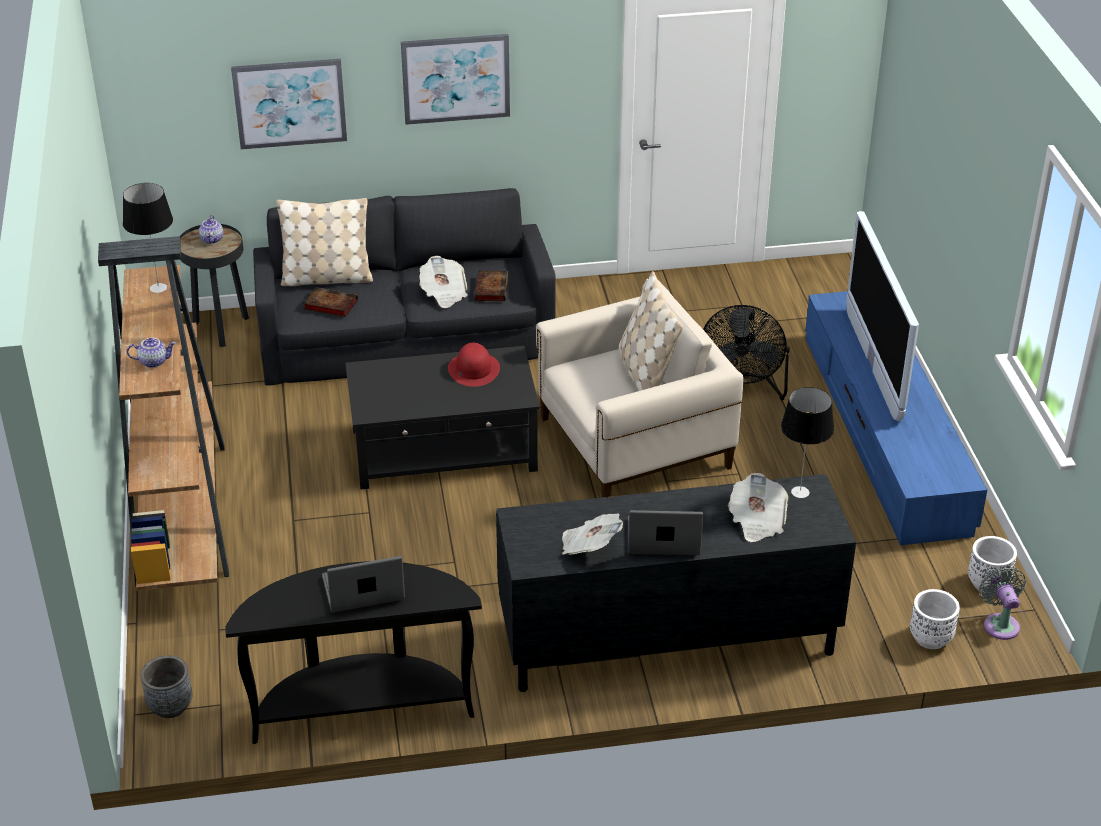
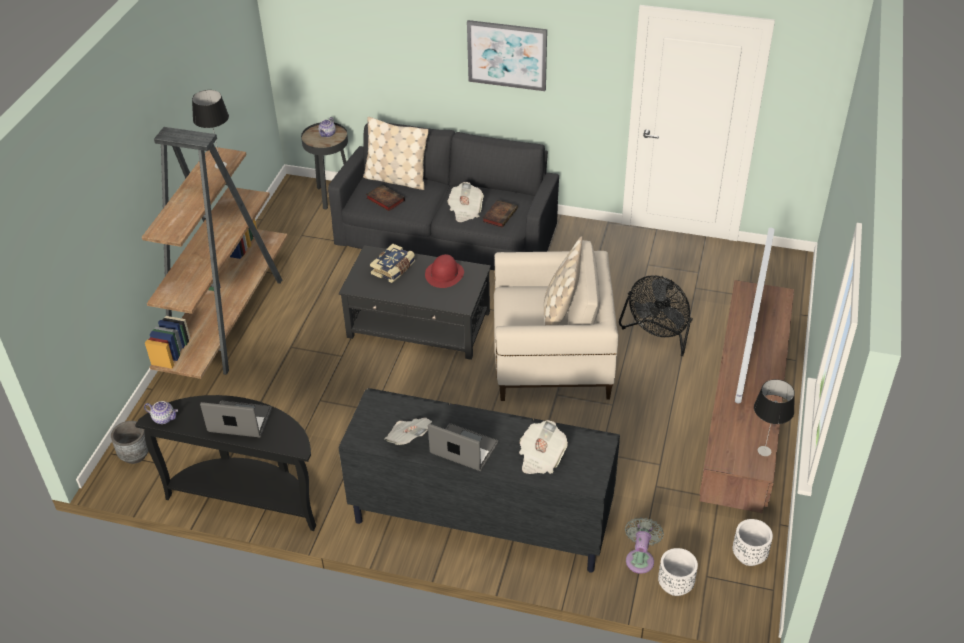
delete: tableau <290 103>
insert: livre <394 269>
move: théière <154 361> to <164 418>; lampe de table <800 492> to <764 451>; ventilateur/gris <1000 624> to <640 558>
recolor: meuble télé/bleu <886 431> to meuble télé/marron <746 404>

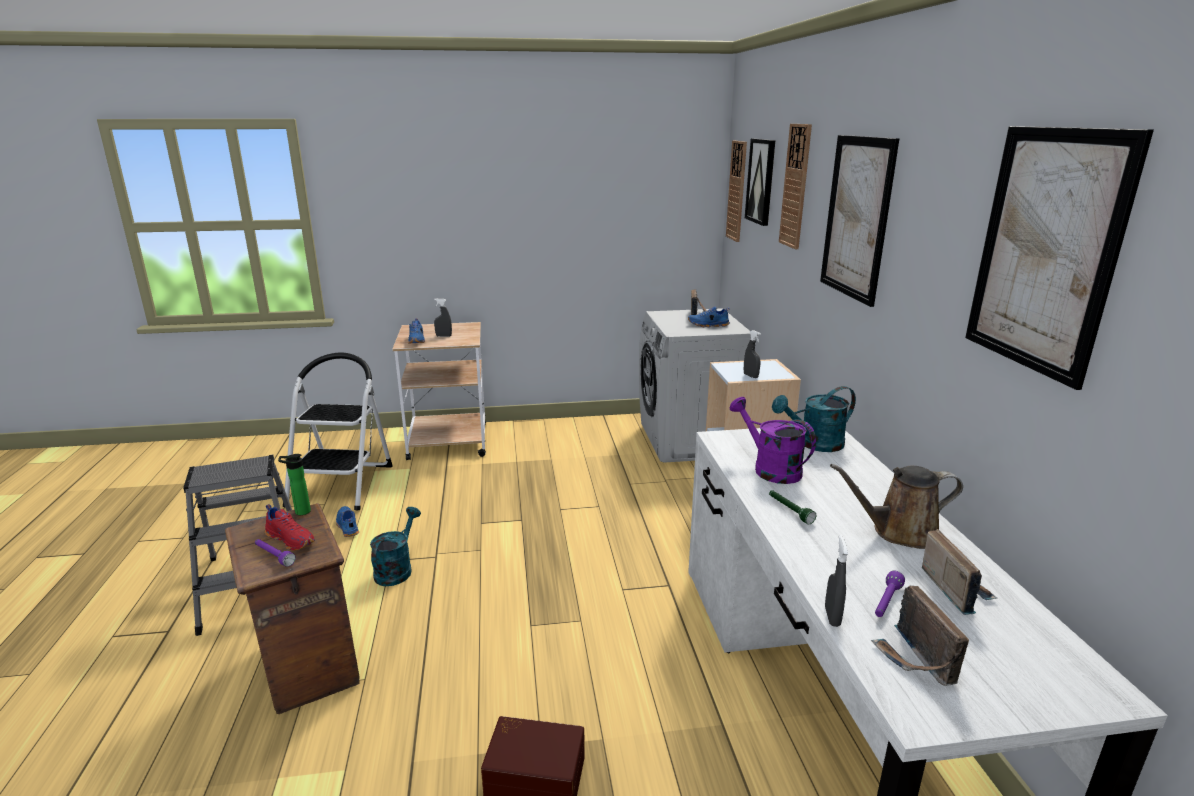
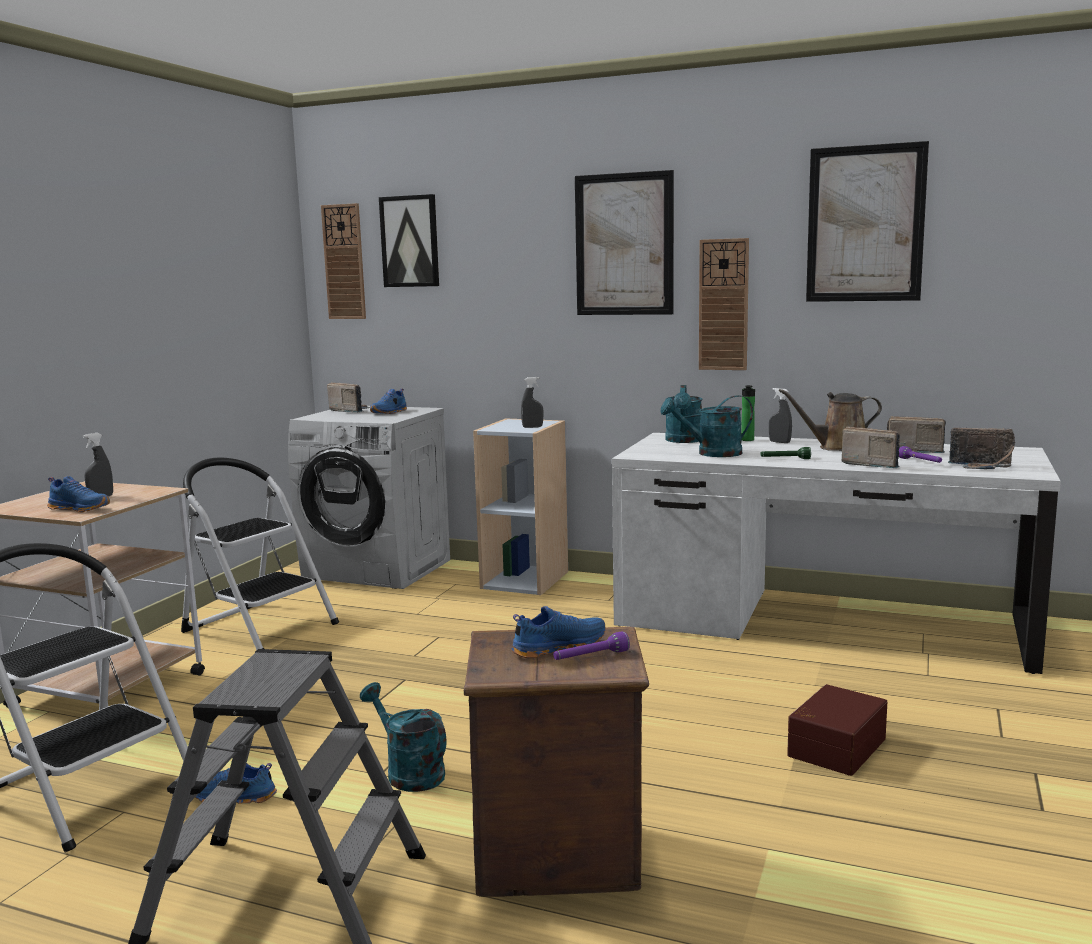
insert: escabeau <257 627>; radio <871 464>
move: bouteille <300 512> to <747 440>; horloge murale <796 186> to <723 305>; vaporisateur/gris <832 617> to <779 442>
recolor: chaussure/rouge <291 539> to chaussure/bleu <558 647>; arrosoir/violet <770 469> to arrosoir/turquoise <711 453>
rotate: arrosoir/marron <899 532> = <838 447> 60 degrees clockwise

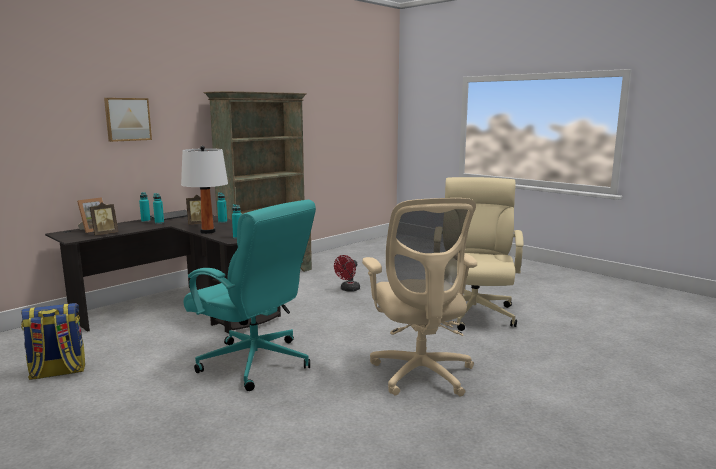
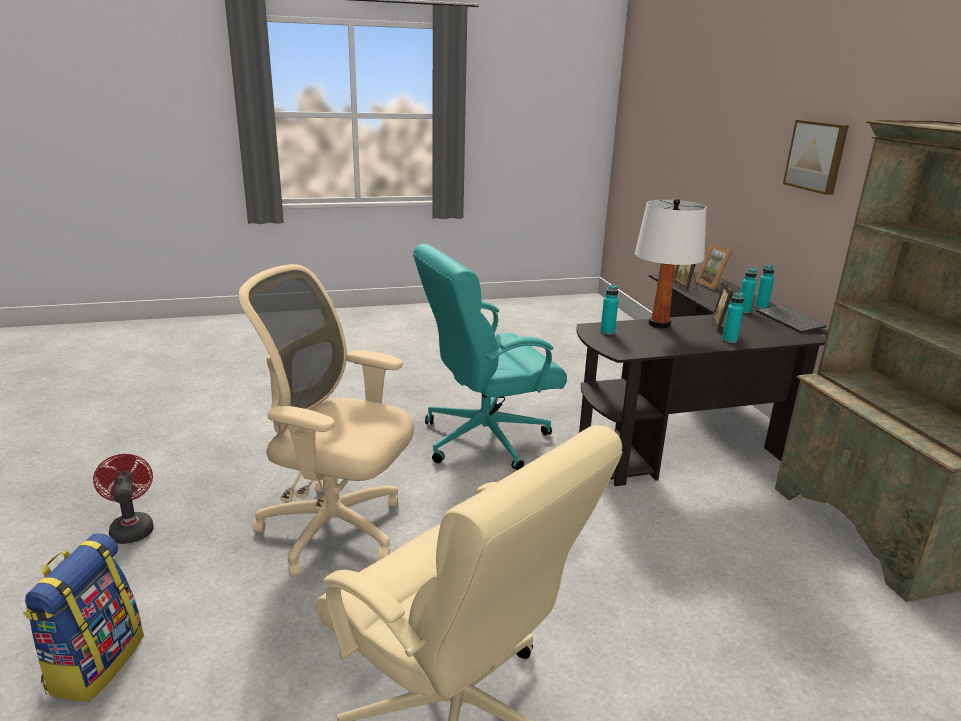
move: sac à dos <57 372> to <95 663>; ventilateur/rouge <348 289> to <131 527>

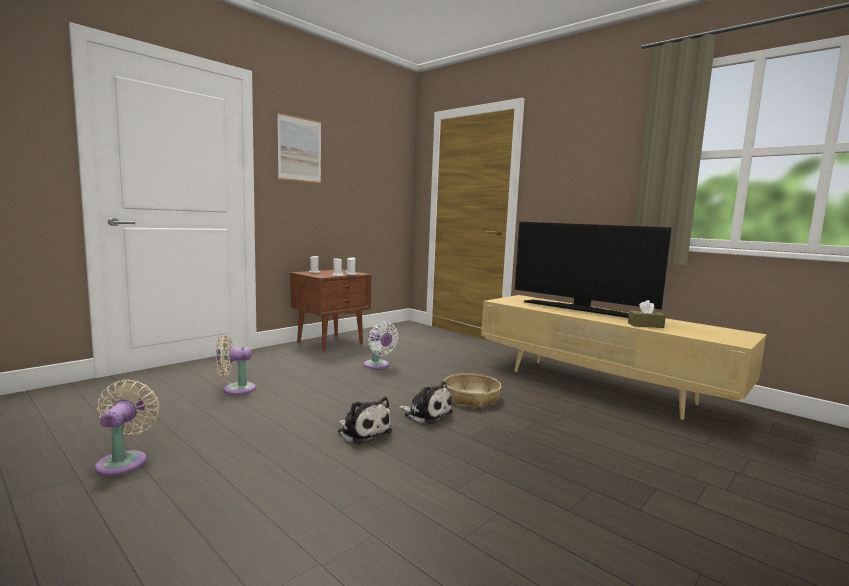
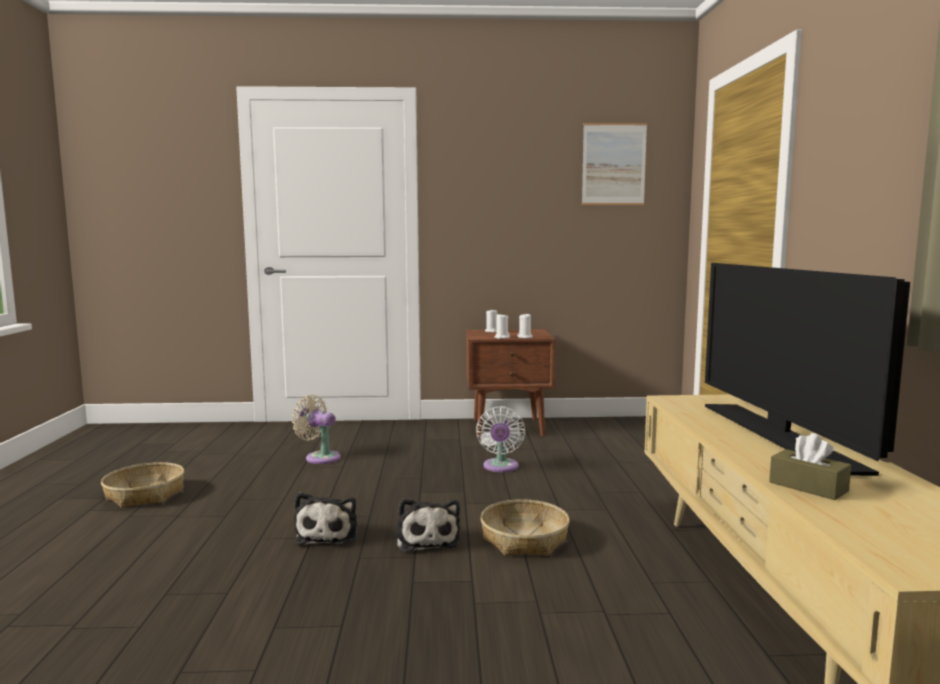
move: tableau <299 149> to <613 164>
replace: ventilateur/beige <124 461> to panier <144 494>

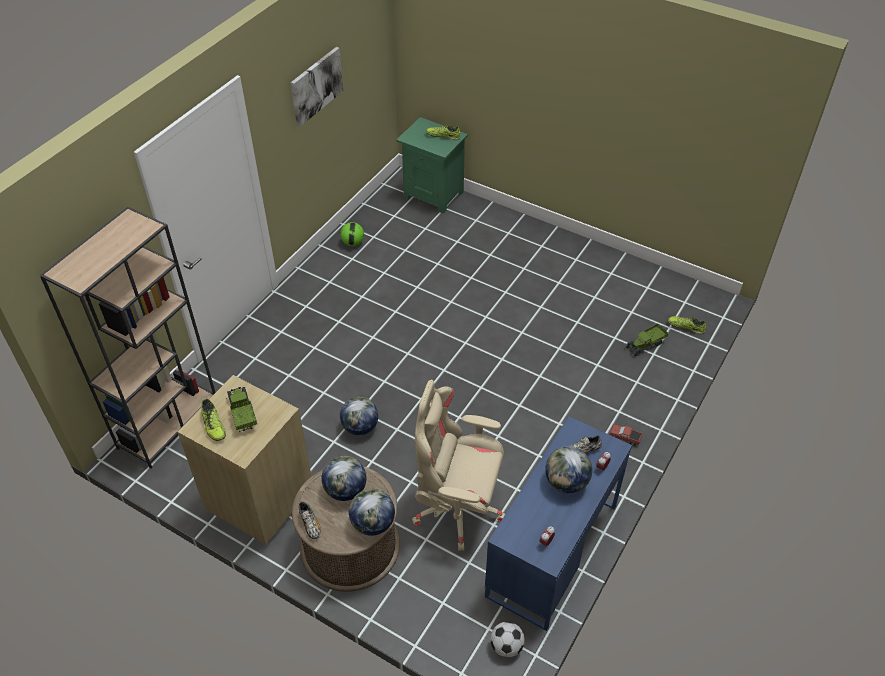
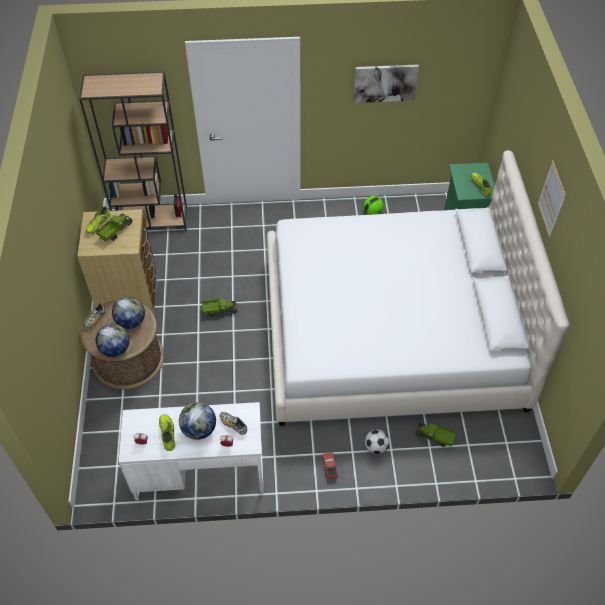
delete: chaise de bureau/beige <459 509>
insert: lit/blanc <391 331>; tableau <551 199>
move: ballon de foot <506 646> to <376 447>; chaussure <685 327> to <167 434>
replace: globe <360 427> to camion jouet <219 310>
recolor: bureau/bleu <552 550> to bureau/blanc <199 471>

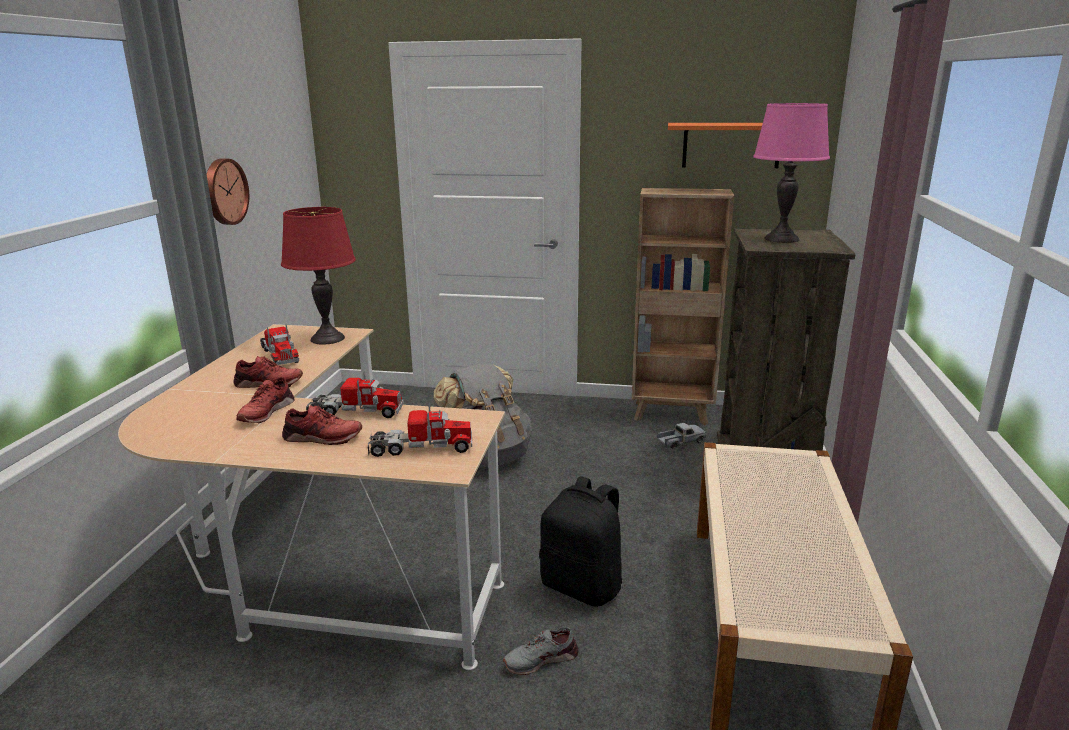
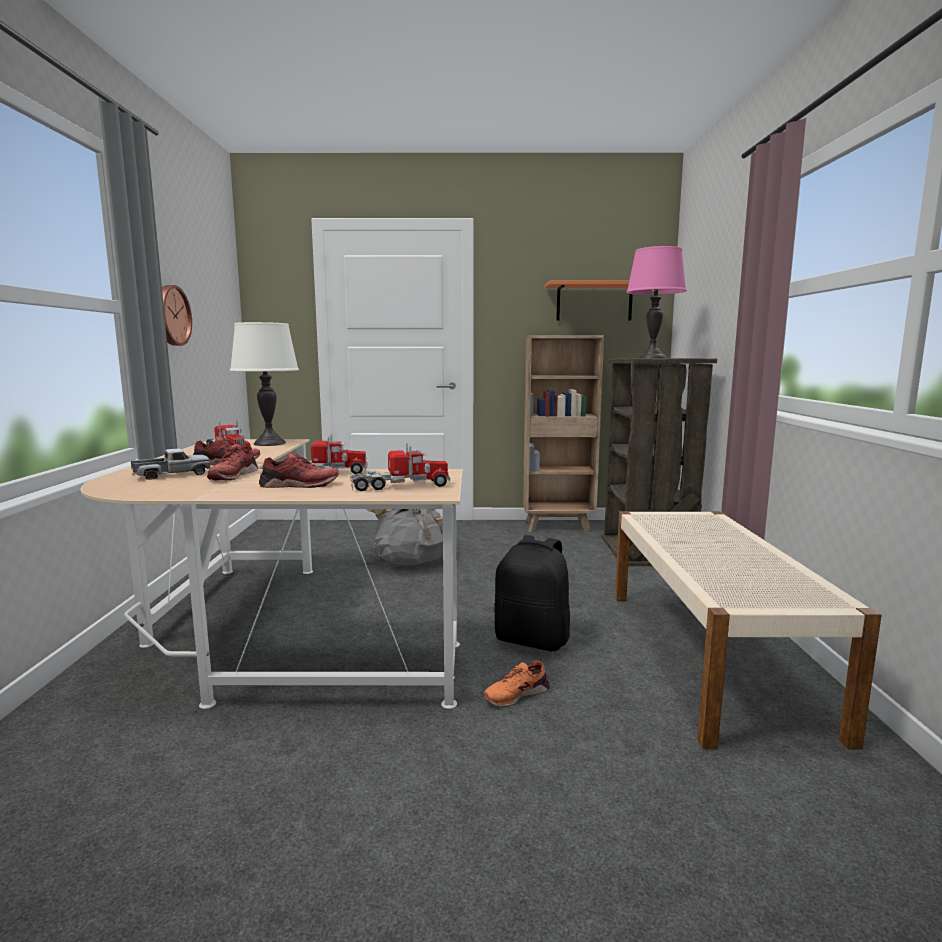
move: camion jouet <680 441> to <172 475>
recolor: lampe de table/rouge <327 339> to lampe de table/blanc <269 443>; chaussure/gris <540 659> to chaussure/orange <516 694>

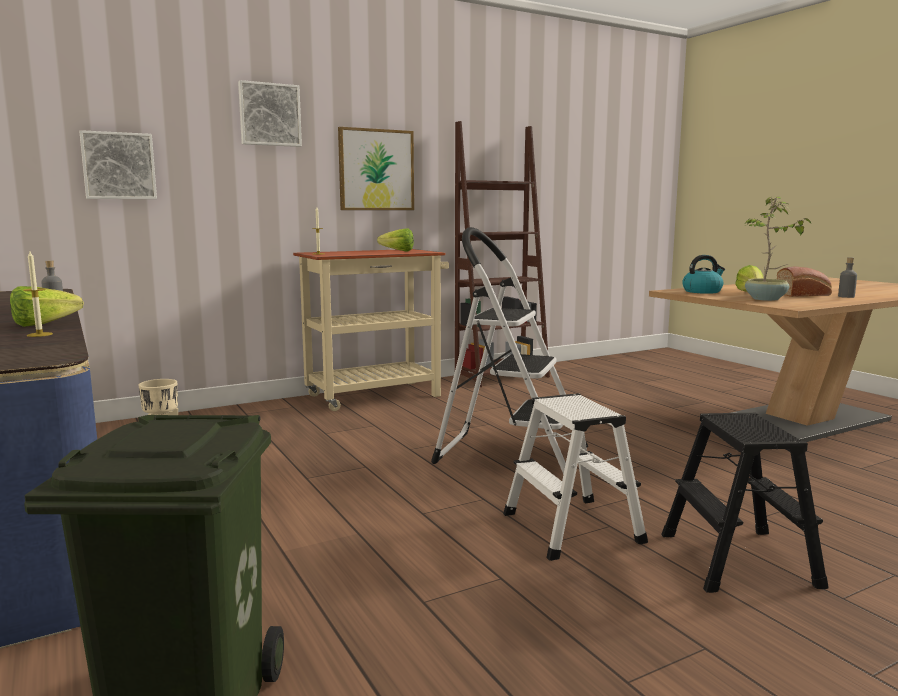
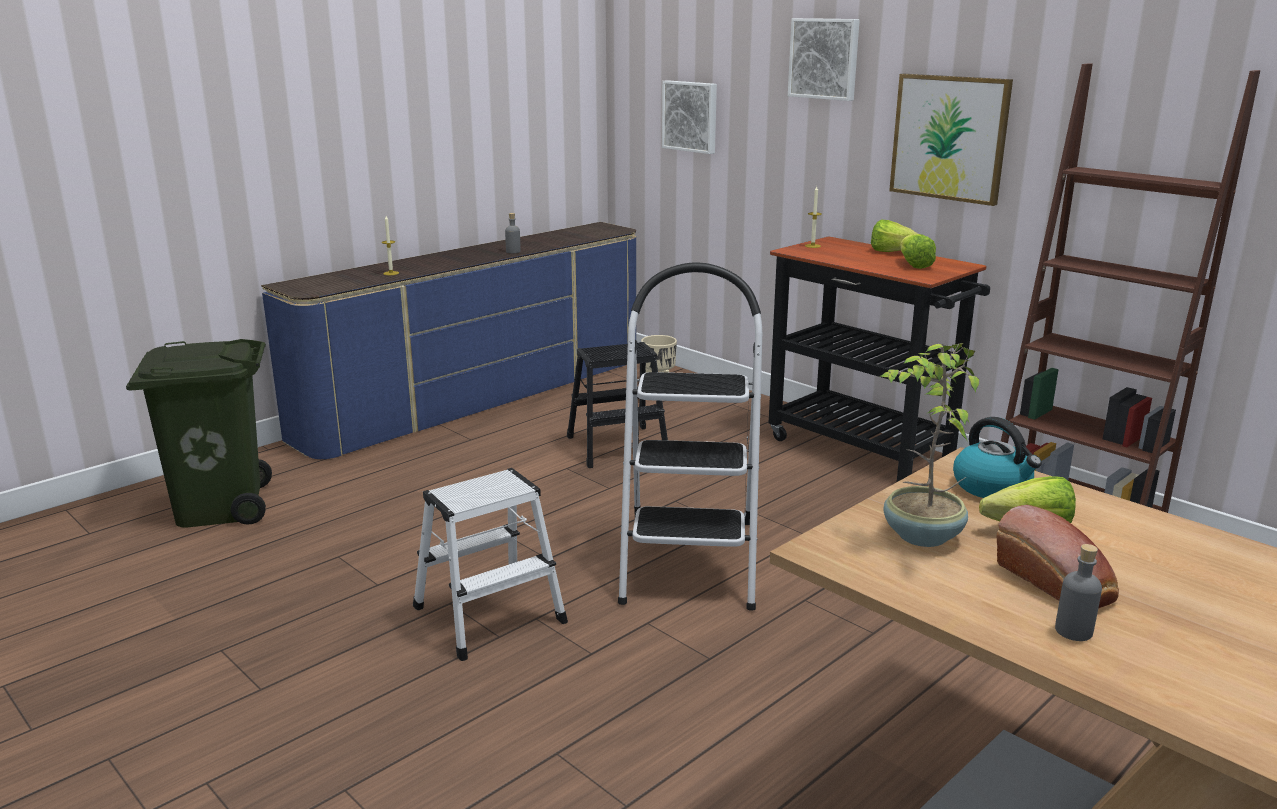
move: laitue <50 324> to <896 253>; escabeau/noir <738 560> to <616 446>
recolor: chariot/beige <375 396> to chariot/noir <862 450>

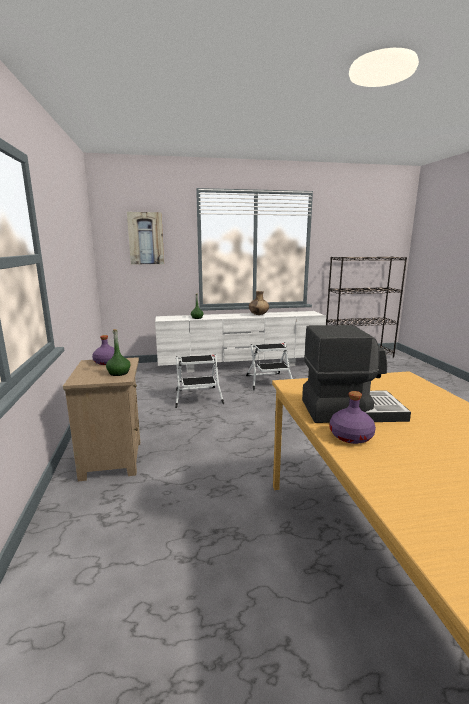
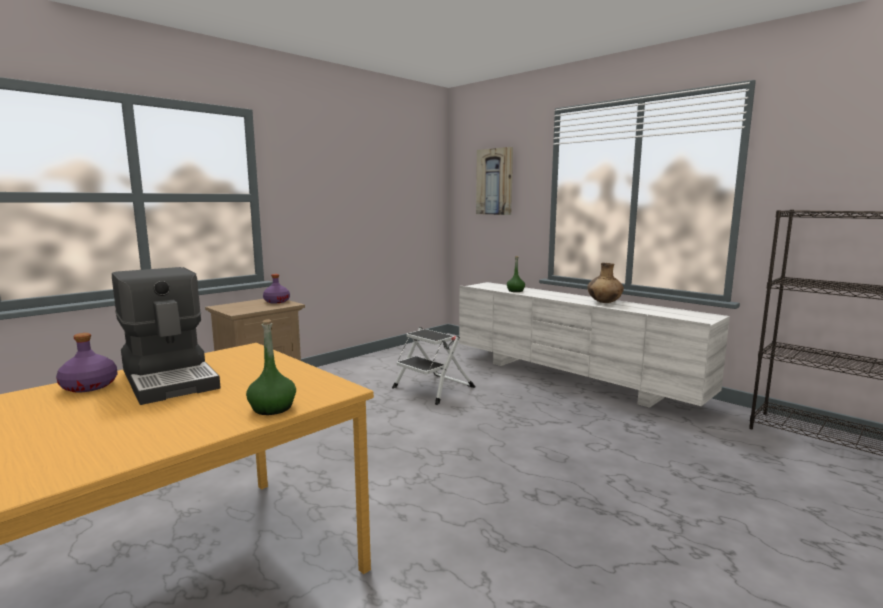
delete: escabeau <268 381>
move: bouteille/vert <119 373> to <272 408>

